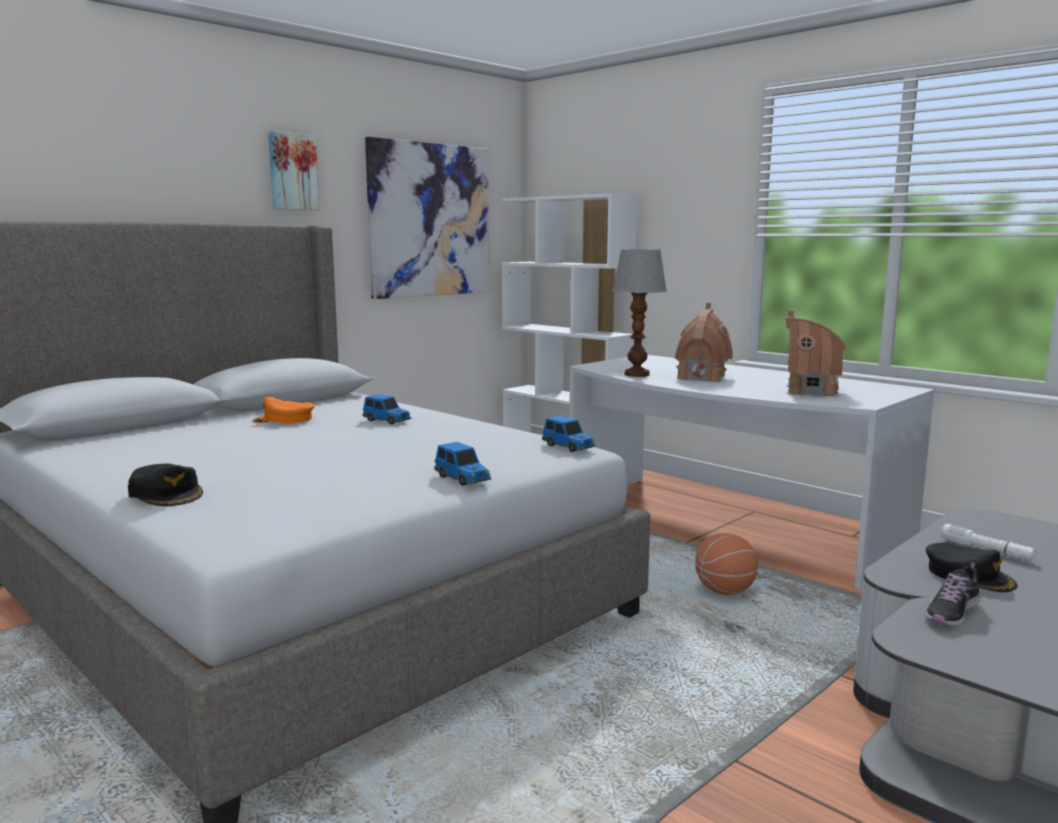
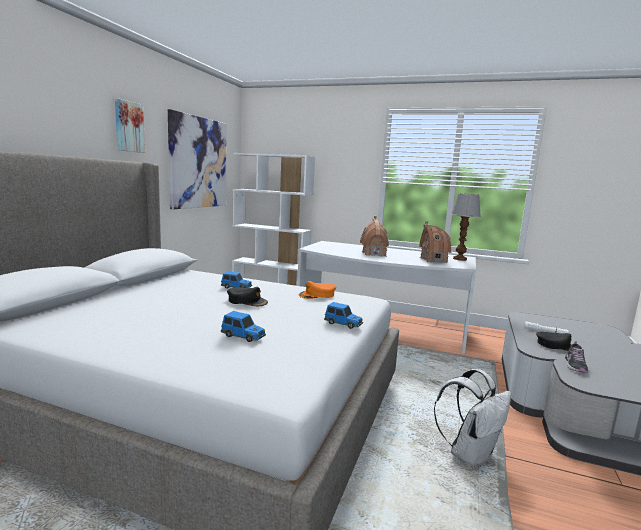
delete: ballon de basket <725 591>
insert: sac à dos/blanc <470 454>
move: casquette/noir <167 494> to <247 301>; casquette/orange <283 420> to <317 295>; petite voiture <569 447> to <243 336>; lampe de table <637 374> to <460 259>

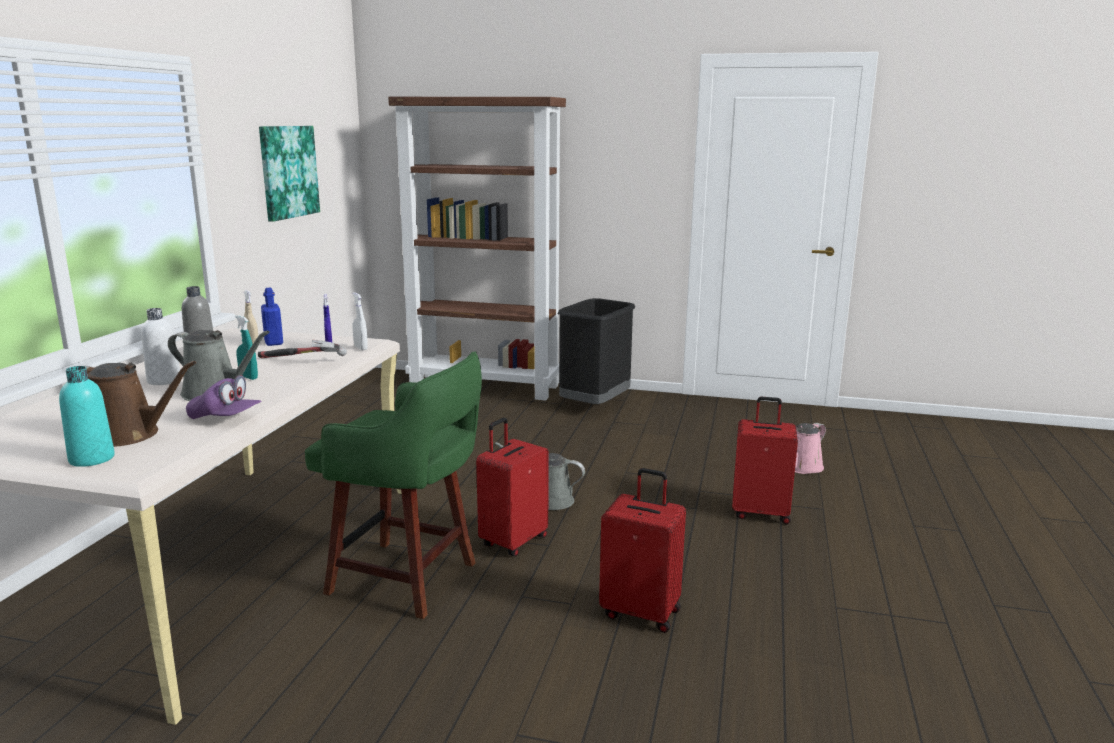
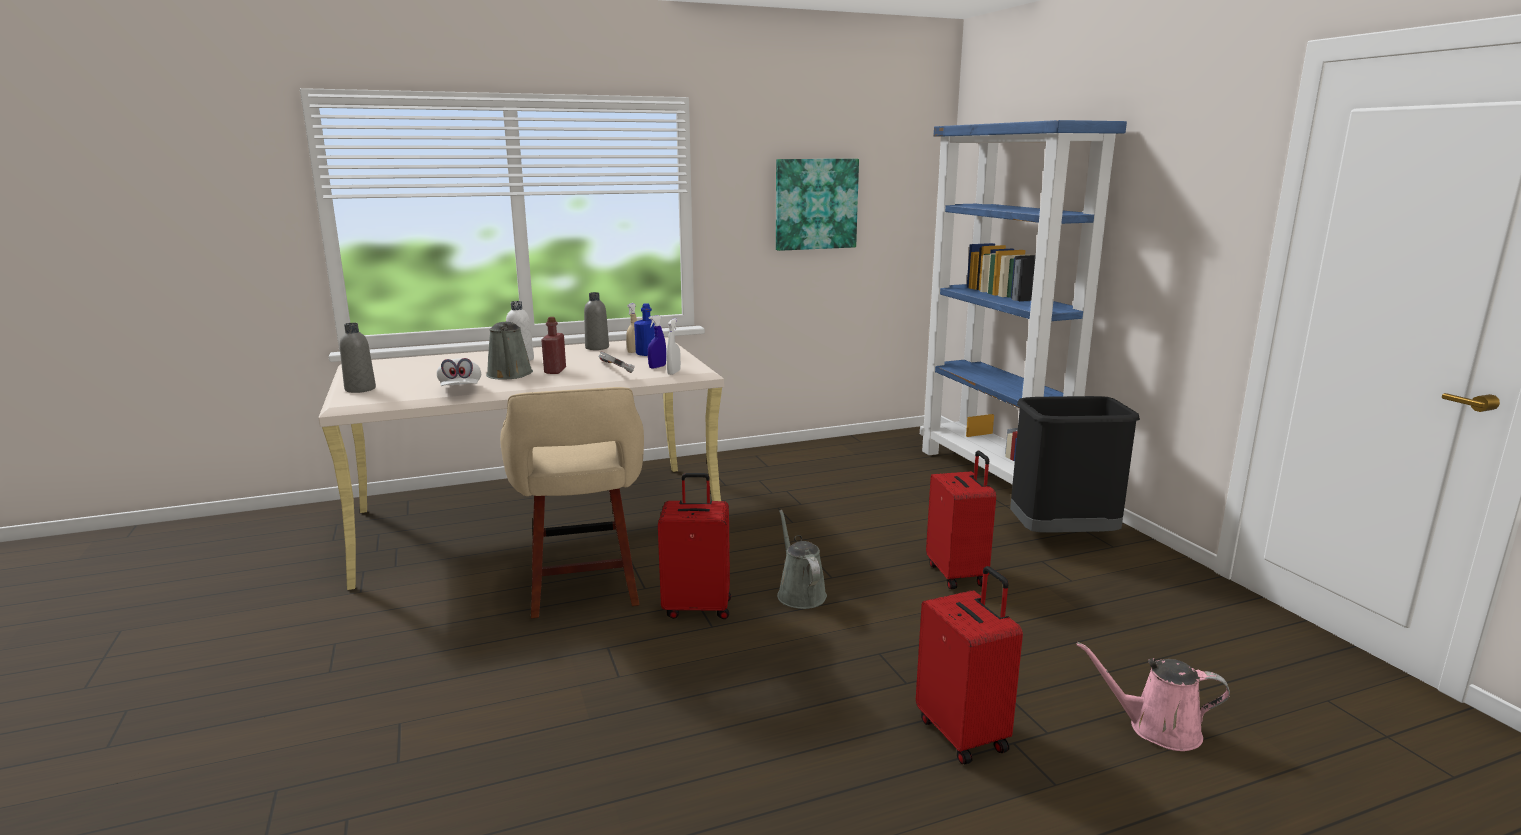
delete: arrosoir/marron <130 435>
move: valise/rouge <641 612> to <958 574>
replace: vaporisateur/turquoise <248 377> to bouteille/rouge <555 371>
recolor: bouteille/turquoise <92 459> to bouteille/gris <360 389>; casquette/violet <225 419> to casquette/blanc <460 390>; tabouret/vert <407 581> to tabouret/beige <582 589>; bibliothèque/marron <486 386> to bibliothèque/bleu <993 475>

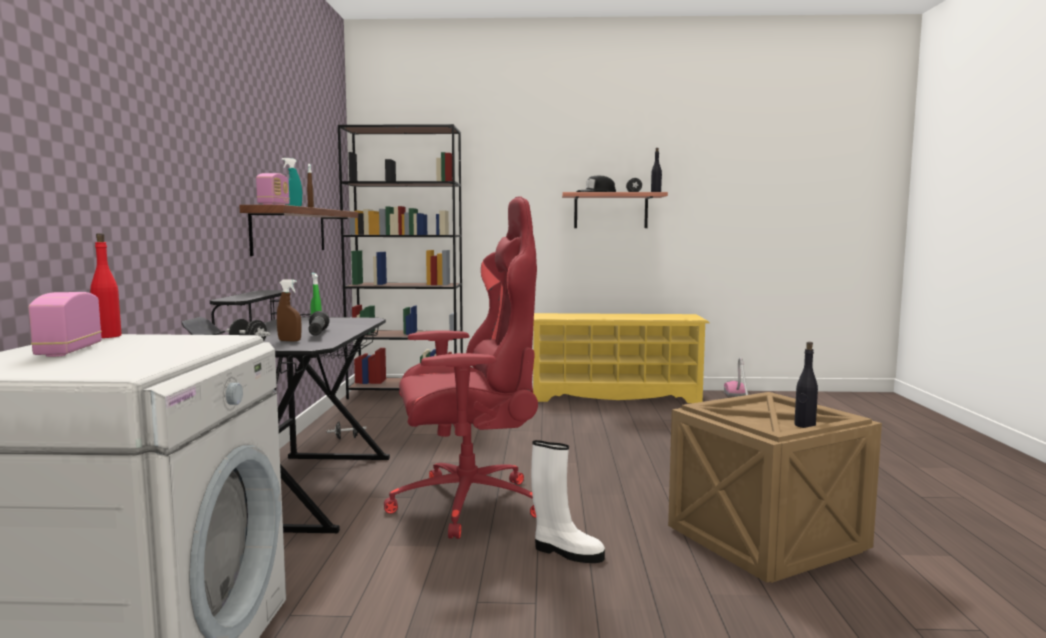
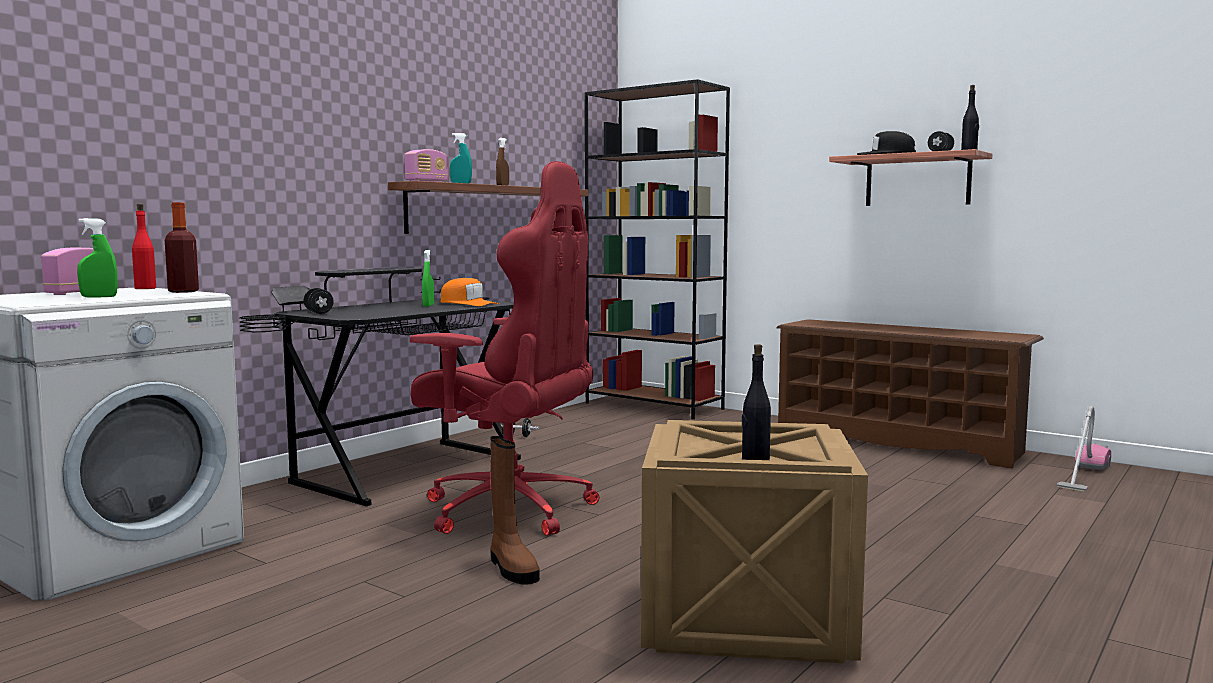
delete: vaporisateur/marron <289 341>; lampe de poche/noir <317 334>
insert: vaporisateur/vert <99 297>; bouteille <183 291>; casquette/orange <468 304>
recolor: botte/blanc <566 552> to botte/marron <511 568>; étagère à chaussures/jaune <615 396> to étagère à chaussures/marron <899 442>

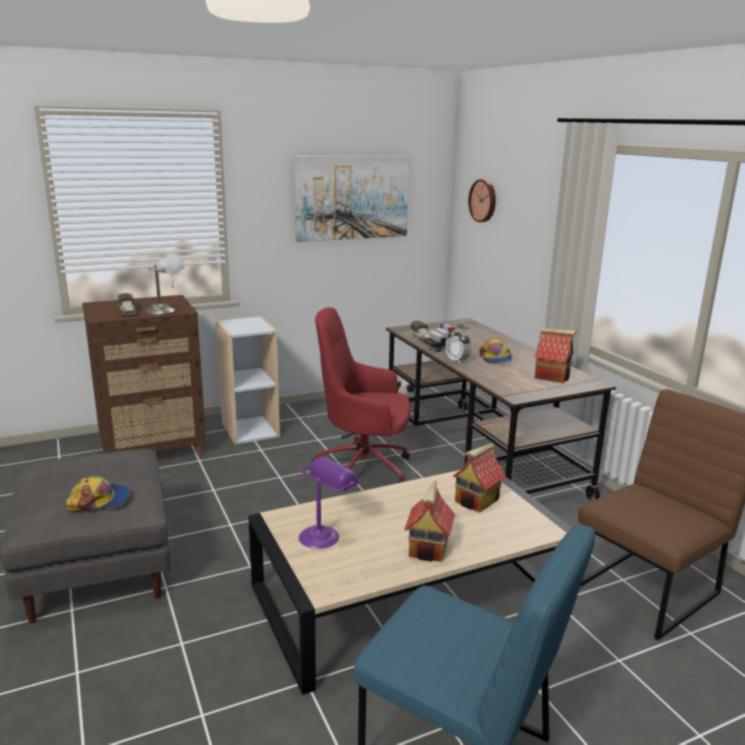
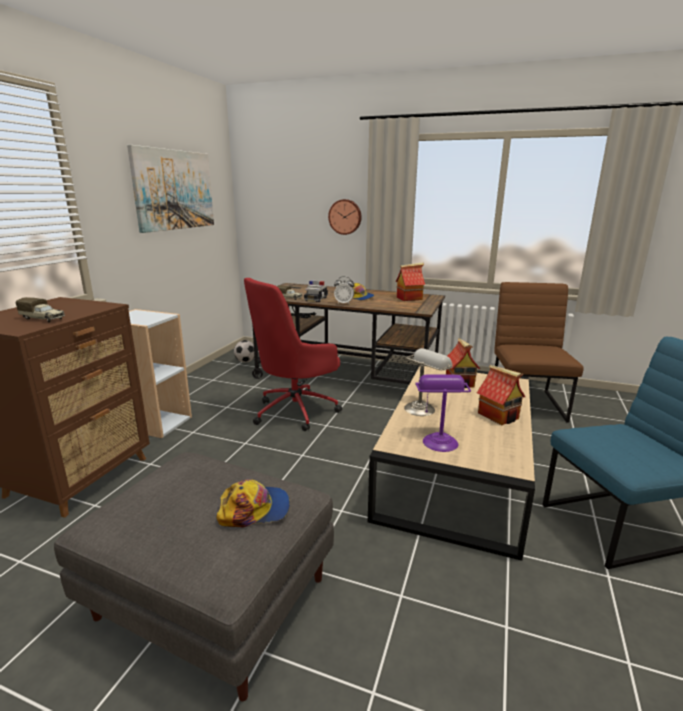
move: lampe de table/blanc <166 310> to <423 406>; horloge murale <483 200> to <345 217>
rotate: casquette <100 500> = <254 509> 45 degrees clockwise

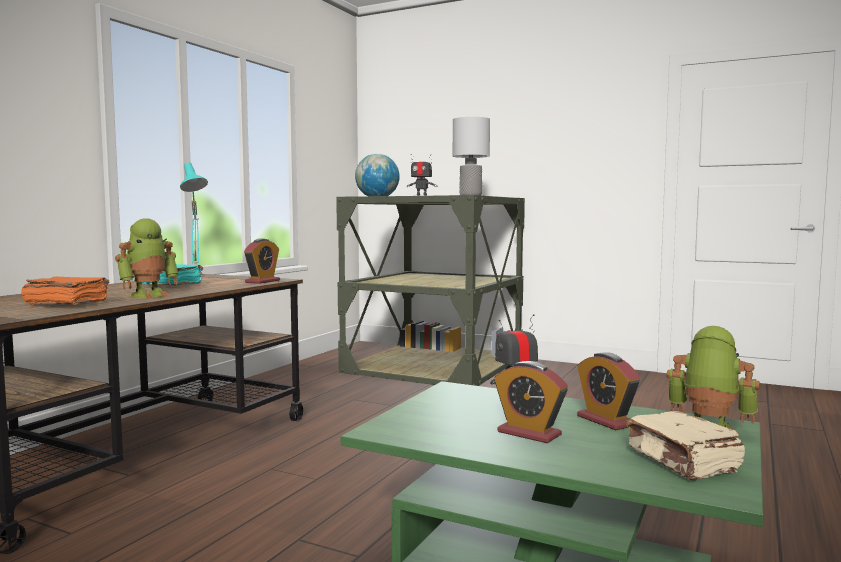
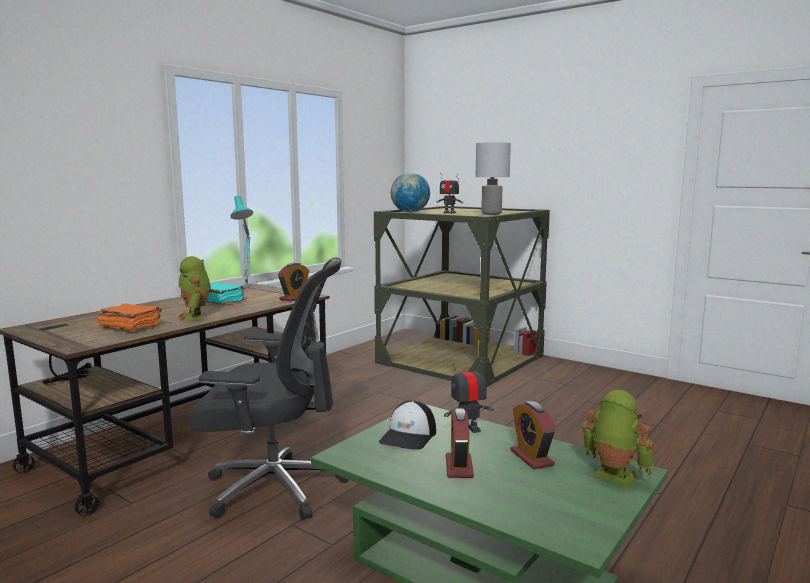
delete: livre/beige <683 461>
insert: chaise de bureau <272 489>; casquette <409 436>
rotate: robot jouet <149 295> = <195 317> 105 degrees clockwise; réveil <529 433> = <459 467> 45 degrees clockwise

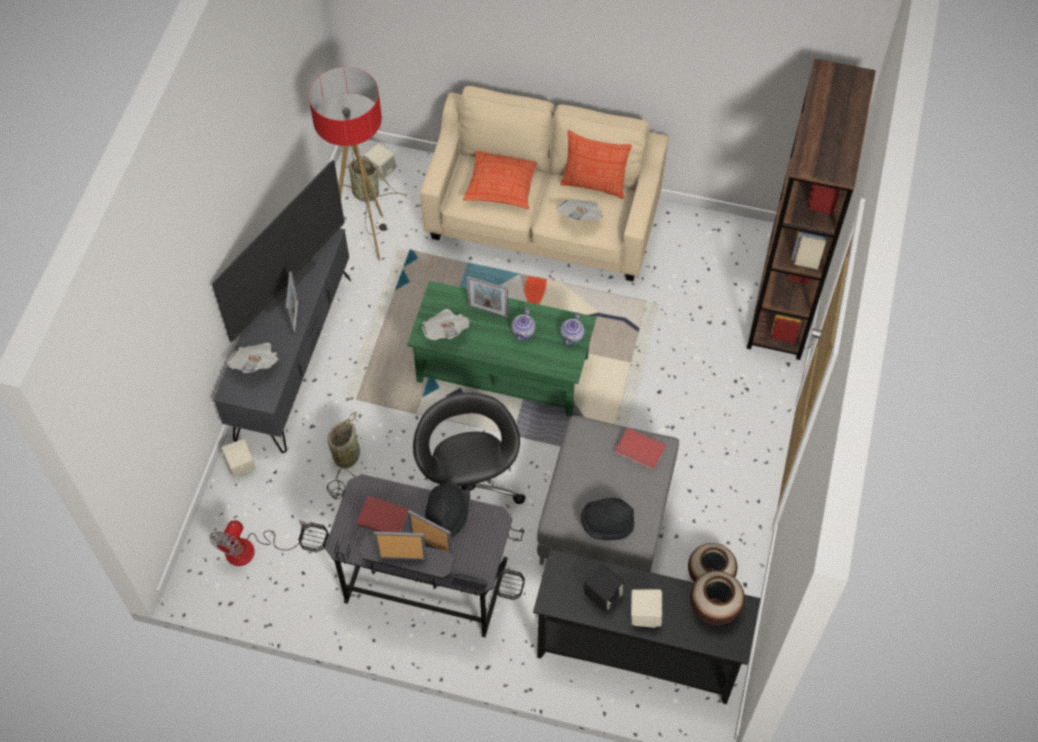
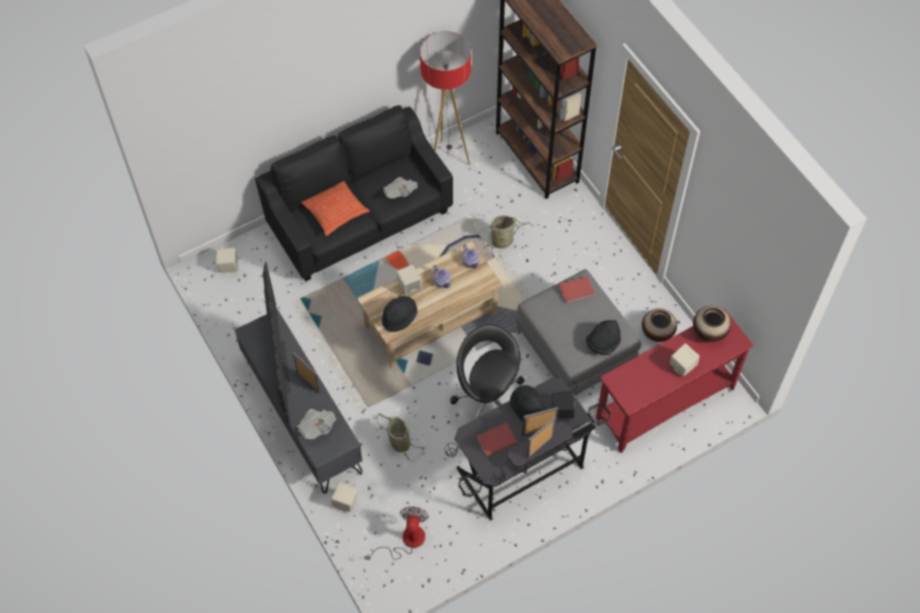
delete: coussin/orange <594 184>
move: lampadaire <365 237> to <447 159>; panier <368 194> to <503 241>; enceinte/noir <602 595> to <562 411>
replace: journal <446 331> to chapeau/noir <399 317>; cadre photo <488 310> to enceinte/beige <409 286>
recolor: table basse/vert <503 369> to table basse/beige <431 319>; canapé/beige <542 223> to canapé/noir <360 220>; table console/noir <636 652> to table console/rouge <664 404>
rotate: ventilateur <251 549> = <406 541> 150 degrees counterclockwise

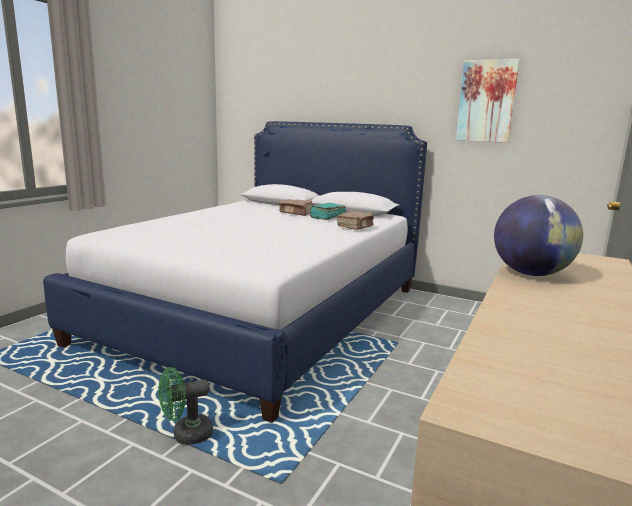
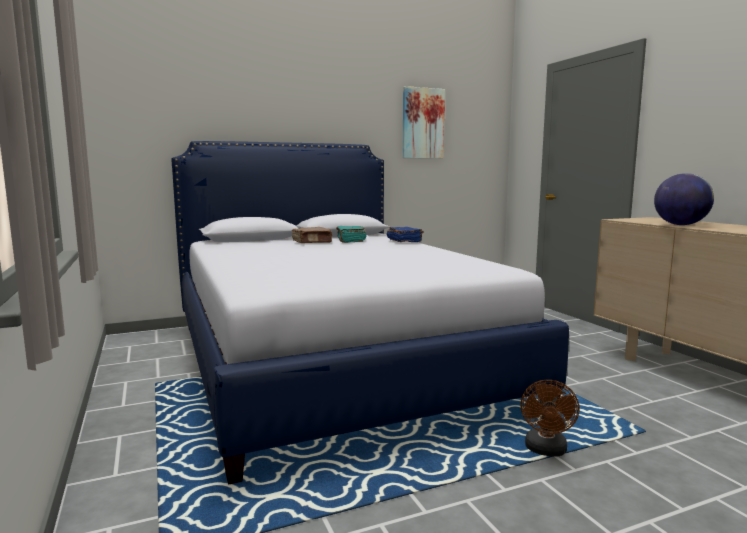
recolor: ventilateur/vert <186 435> to ventilateur/marron <546 451>; livre/marron <355 227> to livre/bleu <404 241>

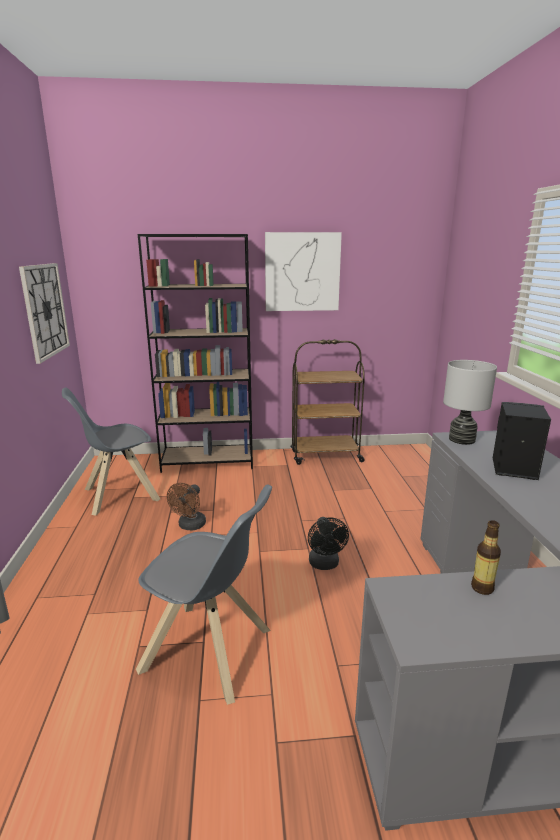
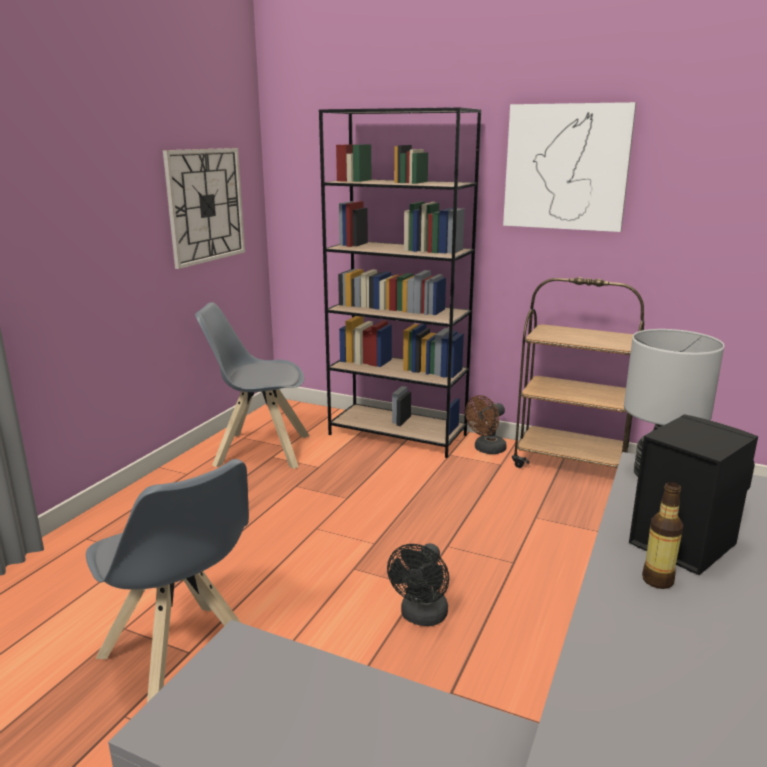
move: ventilateur/marron <190 526> to <486 450>; bouteille <482 588> to <657 580>

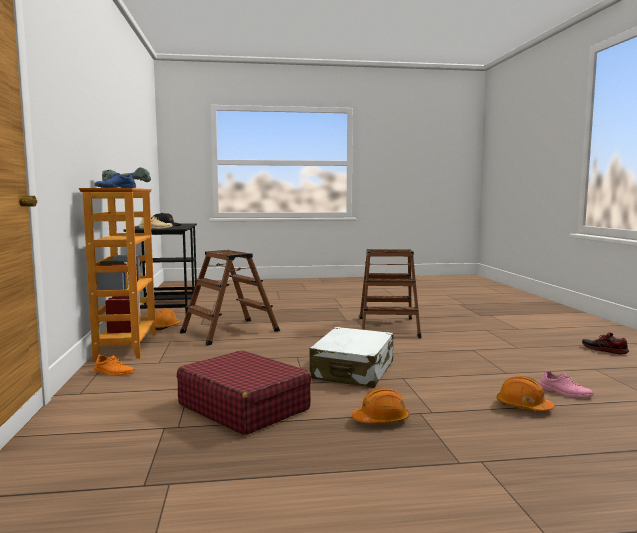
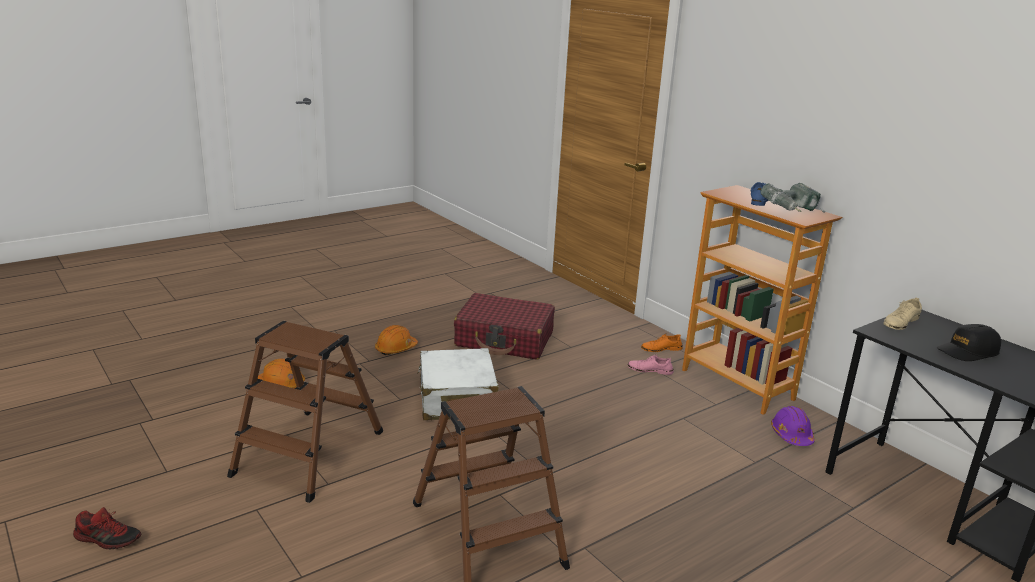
move: escabeau/marron <230 331> to <309 452>; chaussure/rose <564 392> to <650 370>
recolor: casque de chantier/orange <165 327> to casque de chantier/violet <791 435>

